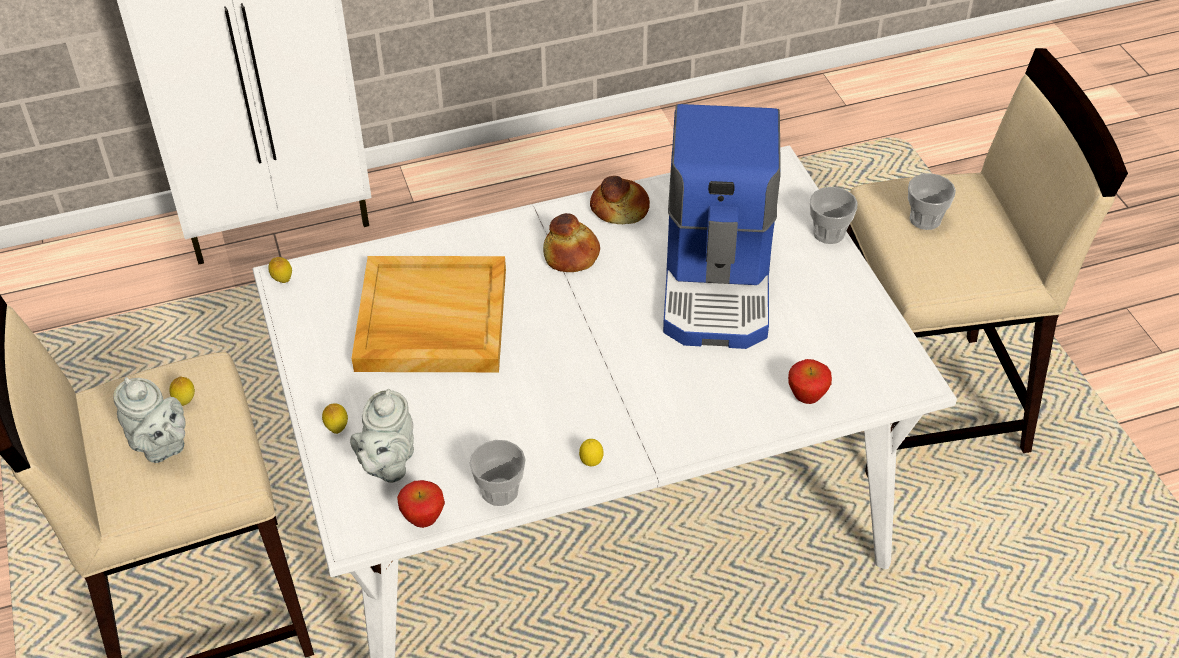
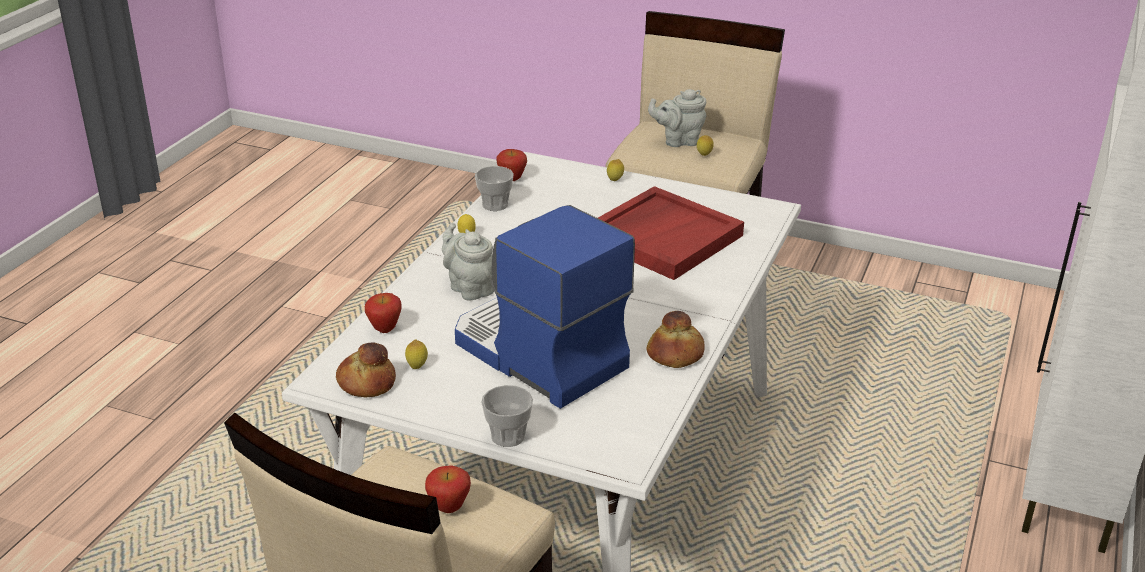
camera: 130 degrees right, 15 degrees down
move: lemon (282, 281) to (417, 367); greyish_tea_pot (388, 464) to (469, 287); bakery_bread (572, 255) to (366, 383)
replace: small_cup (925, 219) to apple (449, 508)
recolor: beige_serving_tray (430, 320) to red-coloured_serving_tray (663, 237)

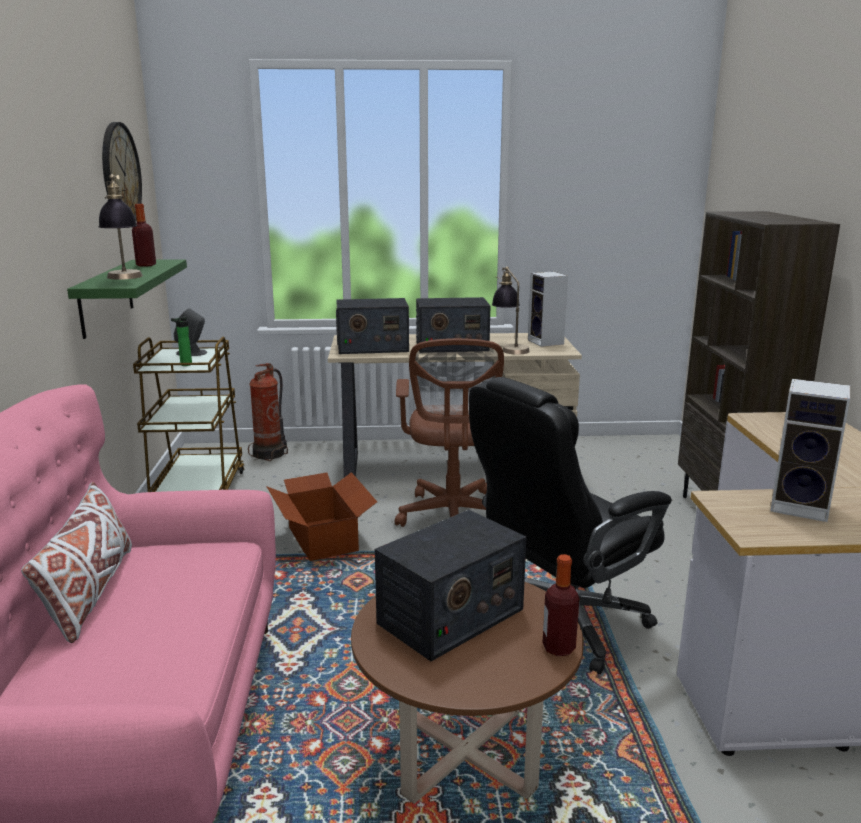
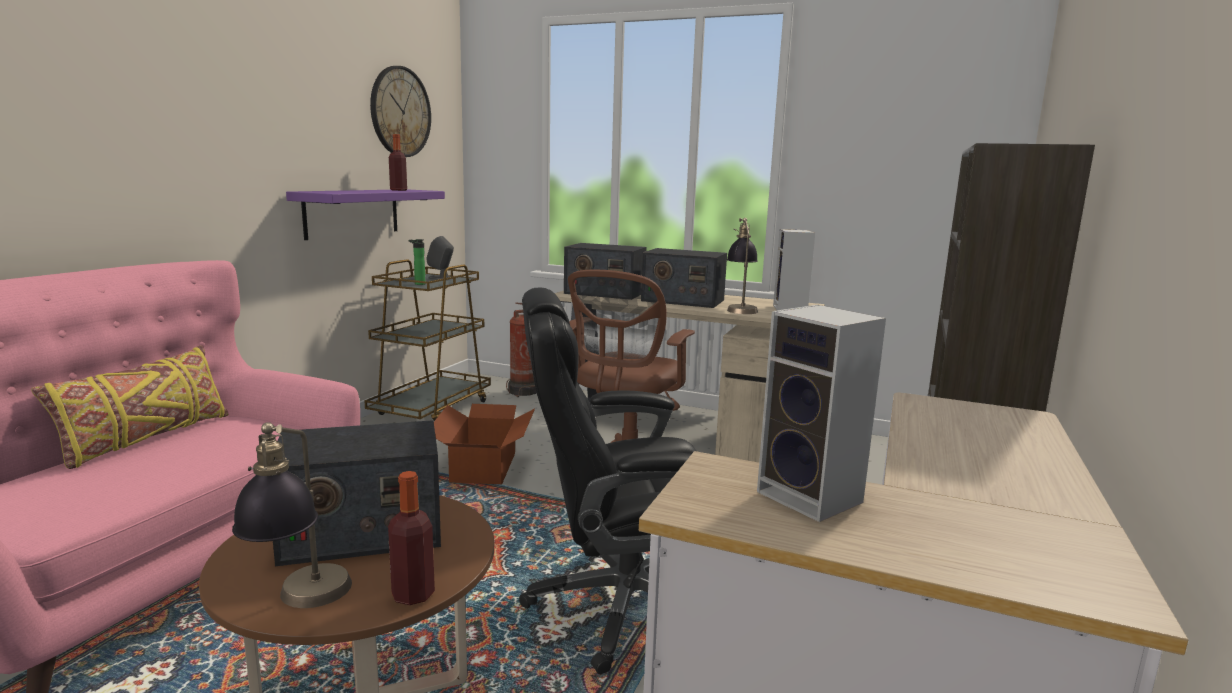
camera: 25 degrees right, 5 degrees down
move: lamp_for_a_table (125, 279) to (301, 605)
recolor: white_cushion (90, 593) to yellow-coloured_cushion (146, 439); green-coloured_shelf (106, 297) to purple-coloured_shelf (352, 213)

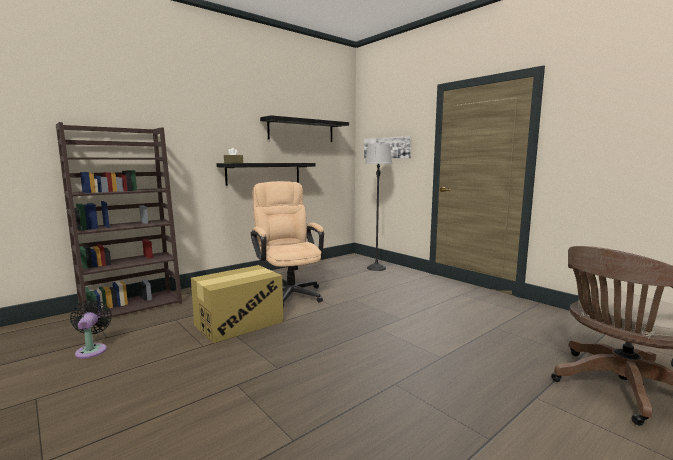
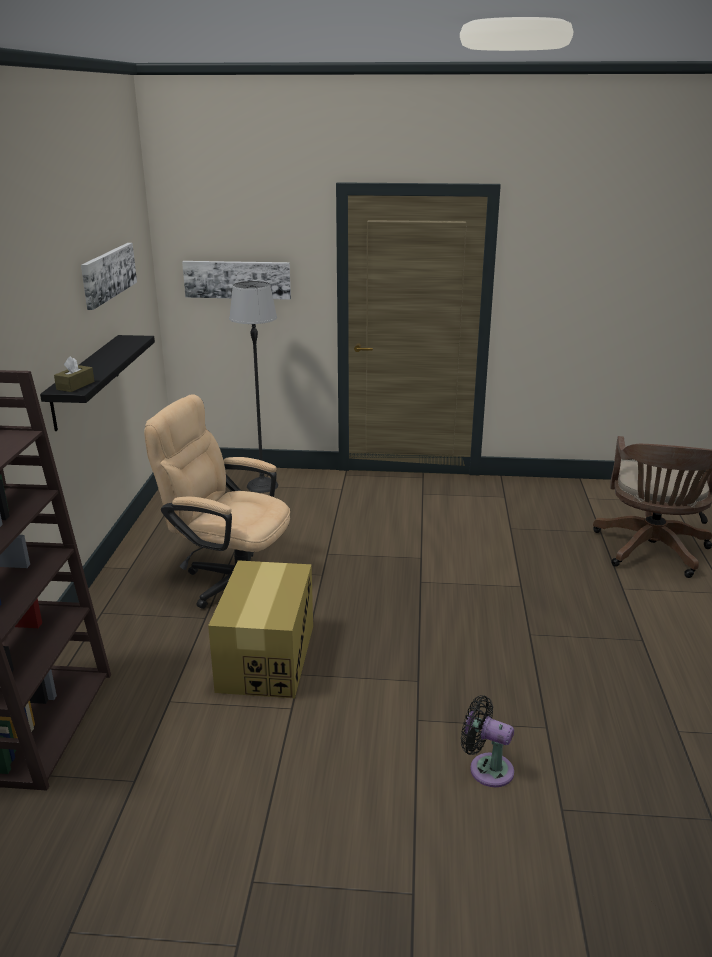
camera: 45 degrees left, 15 degrees up
move: black_fan (92, 350) to (486, 768)
replace: black_shelf (301, 130) to wall_picture (108, 274)

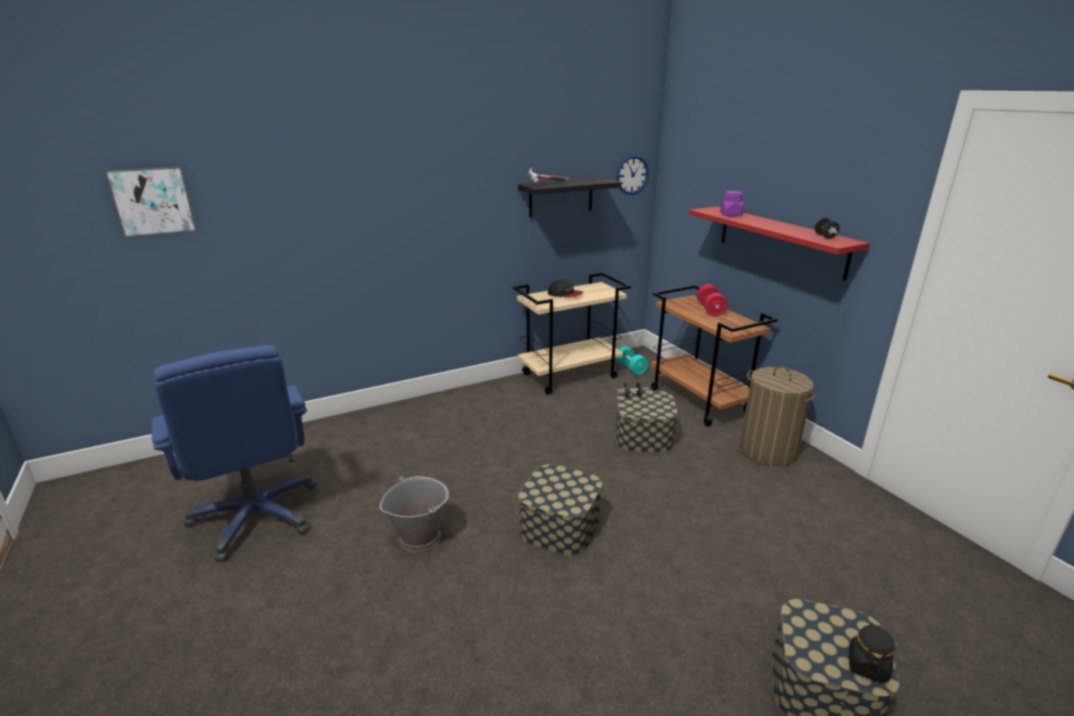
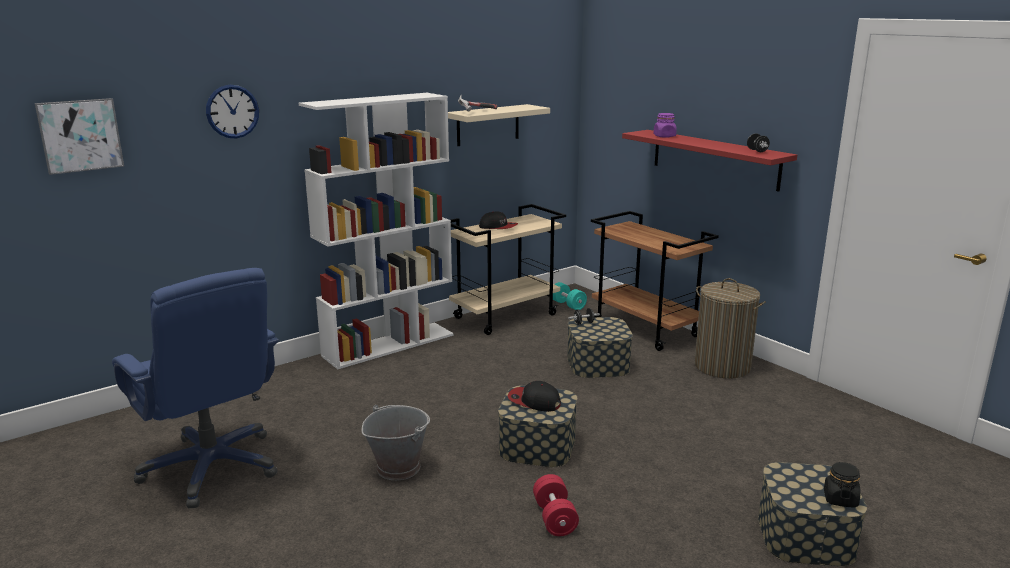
camera: 10 degrees left, 5 degrees down
insert: white_bookcase (389, 345); baseball_cap (534, 401)
move: clock_on_the_wall (632, 175) to (232, 111); red-coloured_dumbbell (710, 309) to (554, 518)
recolor: black_shelf (561, 197) to beige_shelf (488, 125)

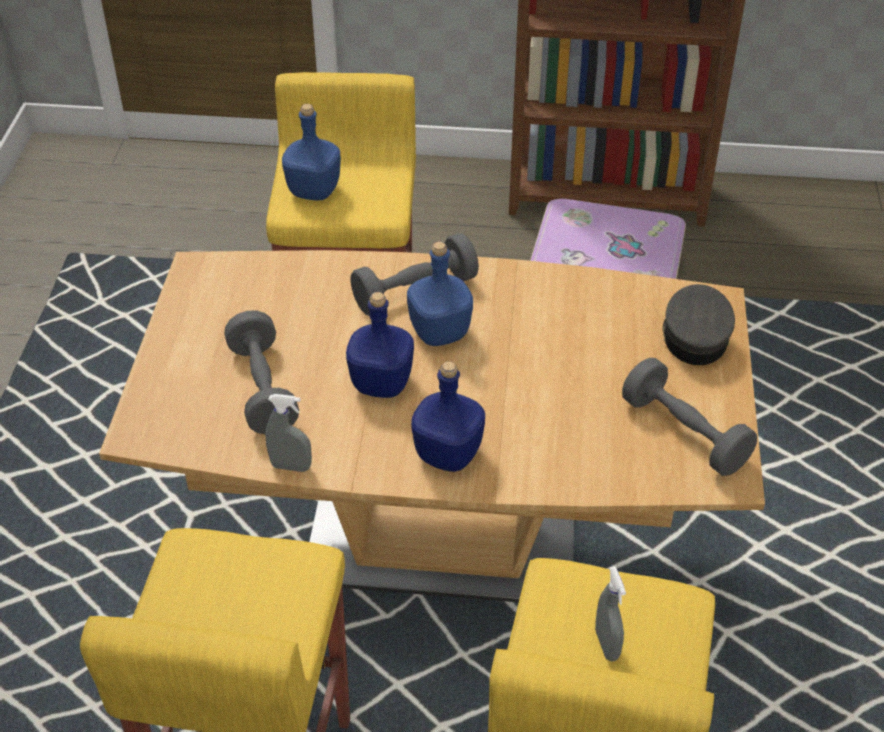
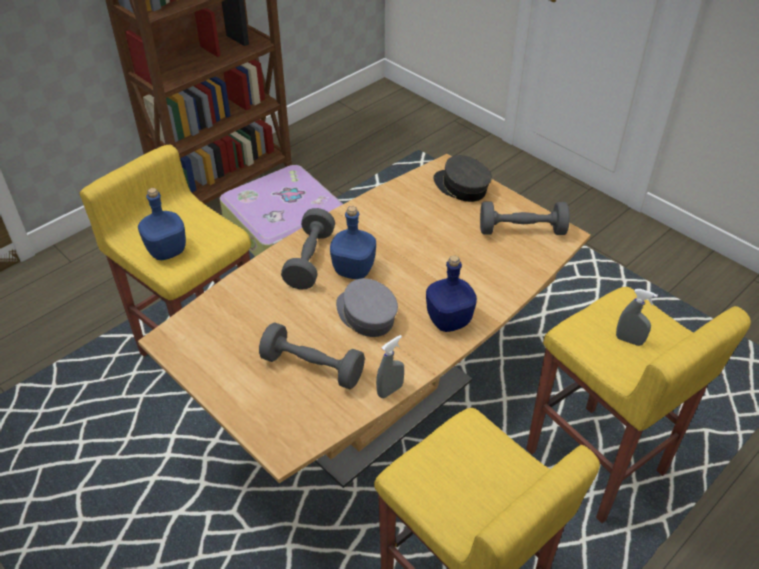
camera: 50 degrees left, 0 degrees up
replace: blue-coloured_drink_bottle (380, 383) to greyish_baseball_cap (365, 315)

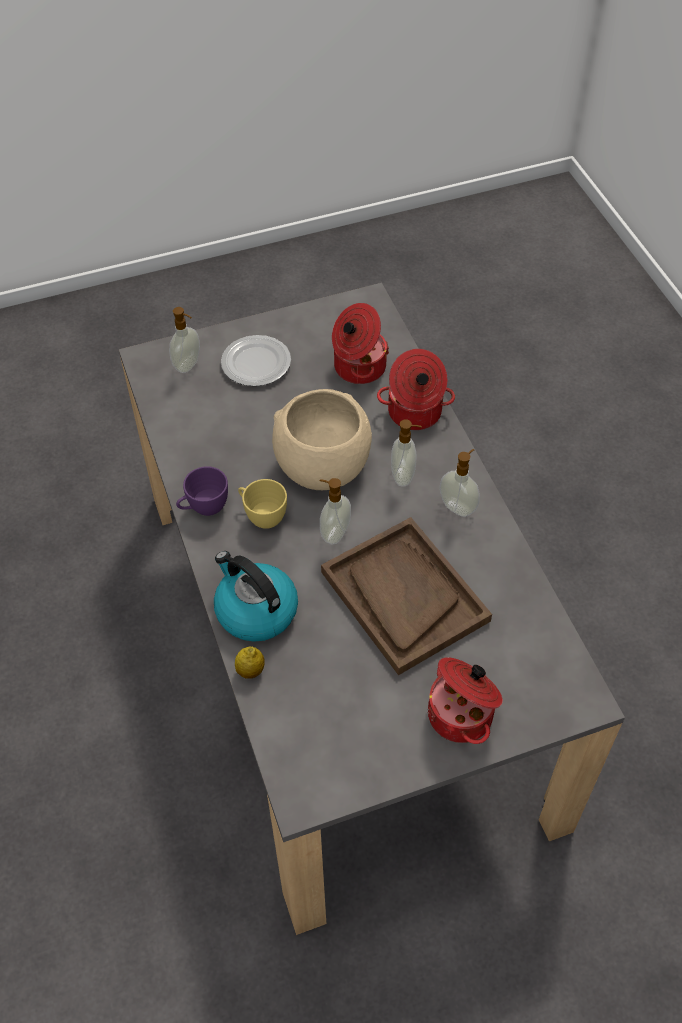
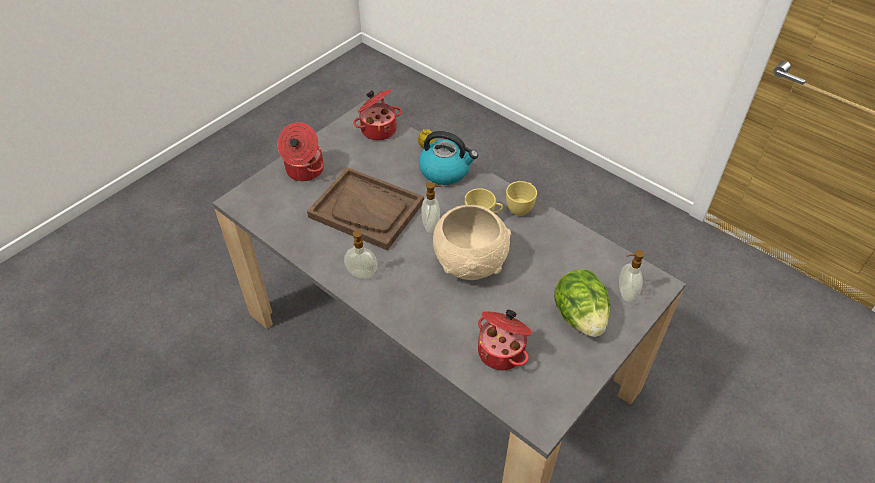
camera: 150 degrees right, 5 degrees down
delete: soap_bottle (404, 476)
move: saucepot (414, 413) to (378, 129)
replace: dinner_plate (255, 364) to lettuce (580, 317)
recolor: purple-coloured_small_cup (204, 508) to yellow-coloured_small_cup (521, 207)

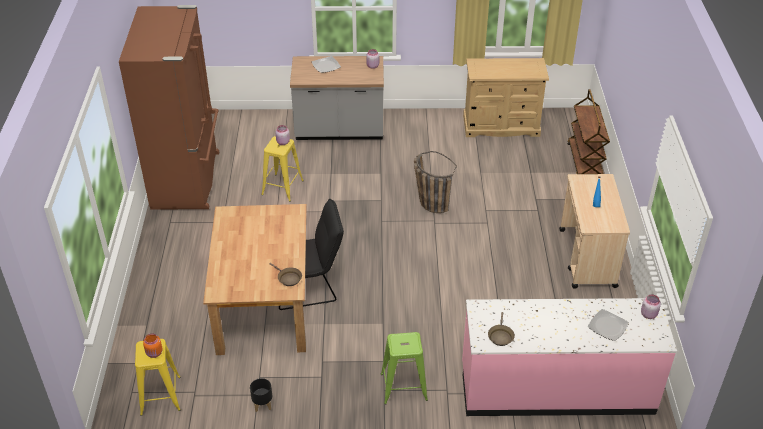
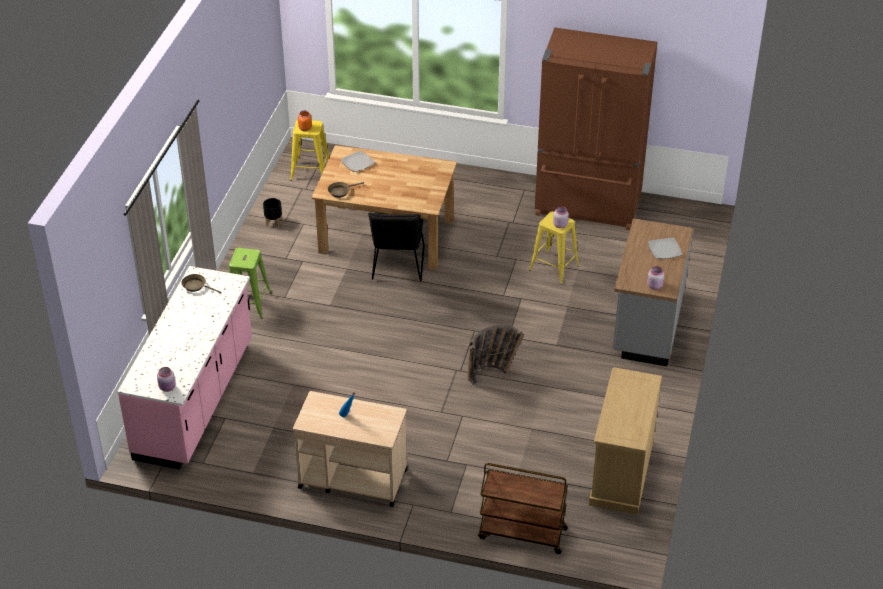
camera: 105 degrees right, 0 degrees up
move: dinner_plate (607, 326) to (358, 163)

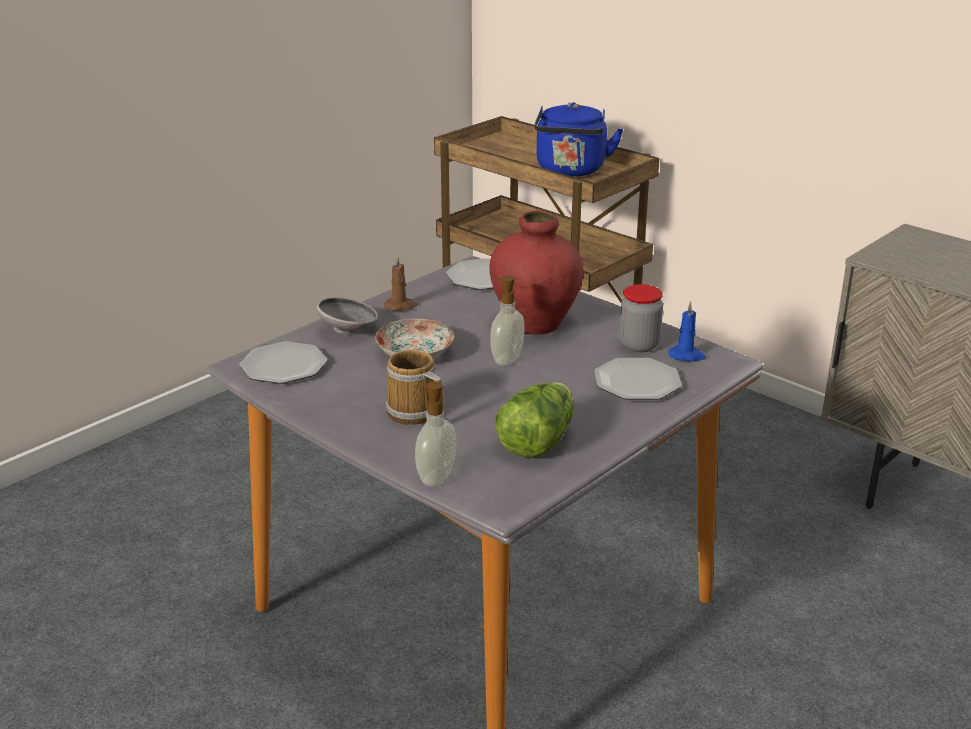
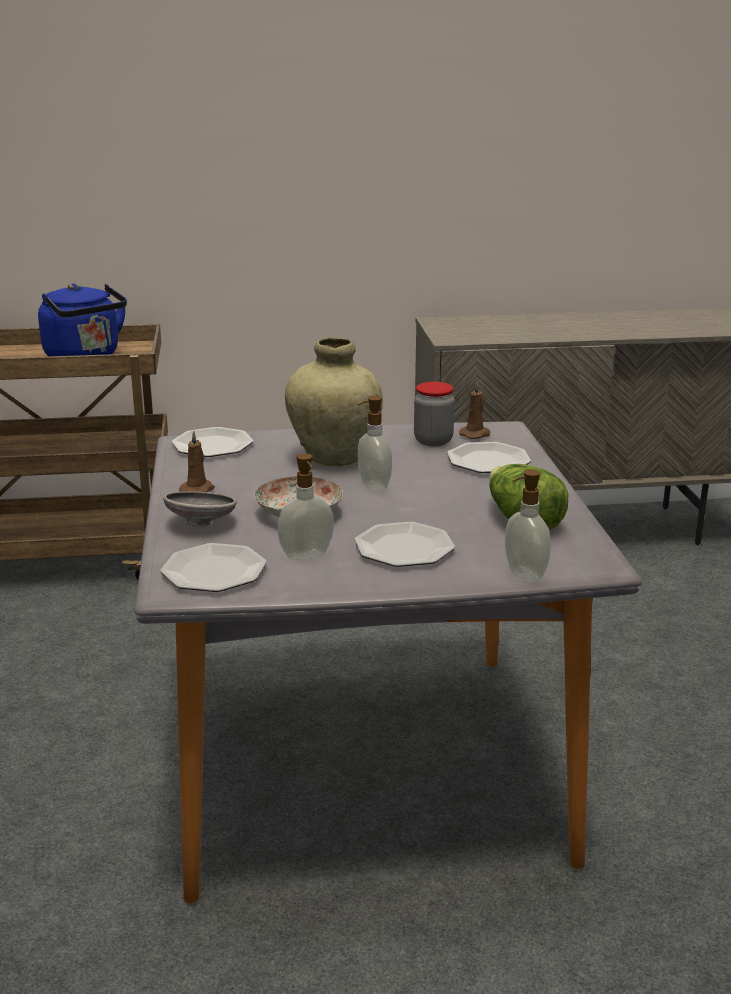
camera: 50 degrees left, 5 degrees down
insert: soap_bottle (307, 556)
replace: tea_mug (414, 414) to dinner_plate (405, 548)
recolor: red-coloured_flower_vase (535, 324) to beige_flower_vase (334, 458); blue-coloured_wax_candle (687, 356) to brown_wax_candle (476, 434)

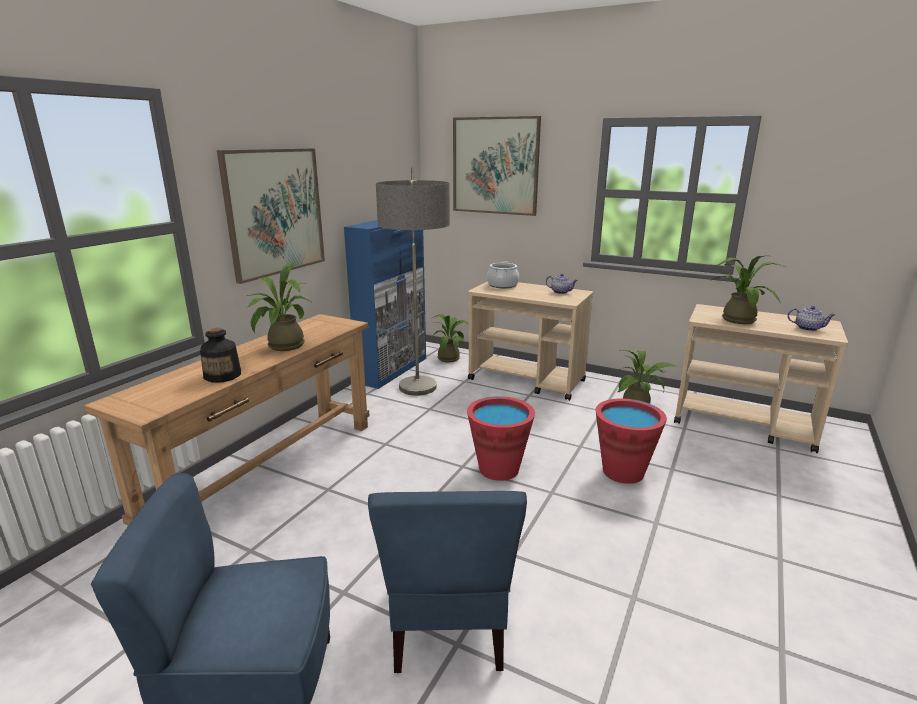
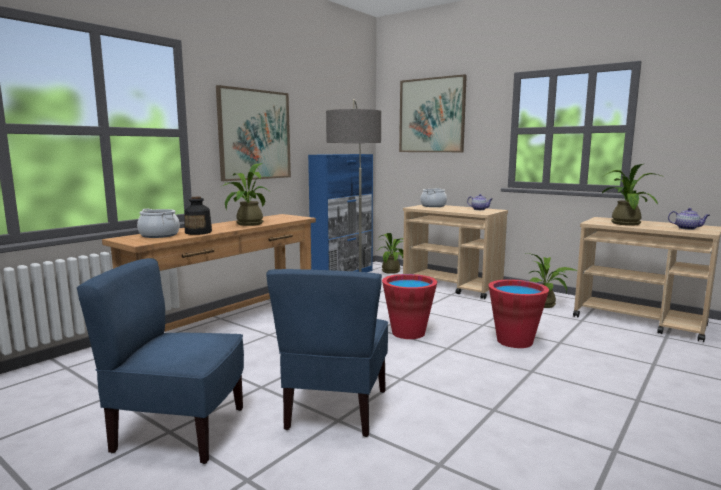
camera: 10 degrees right, 10 degrees down
insert: saucepot (159, 235)

